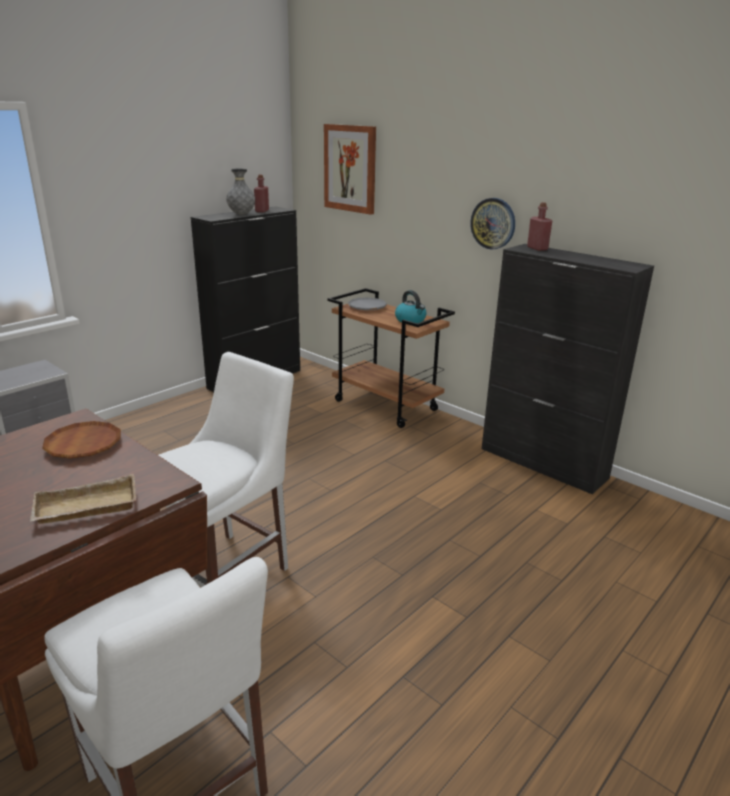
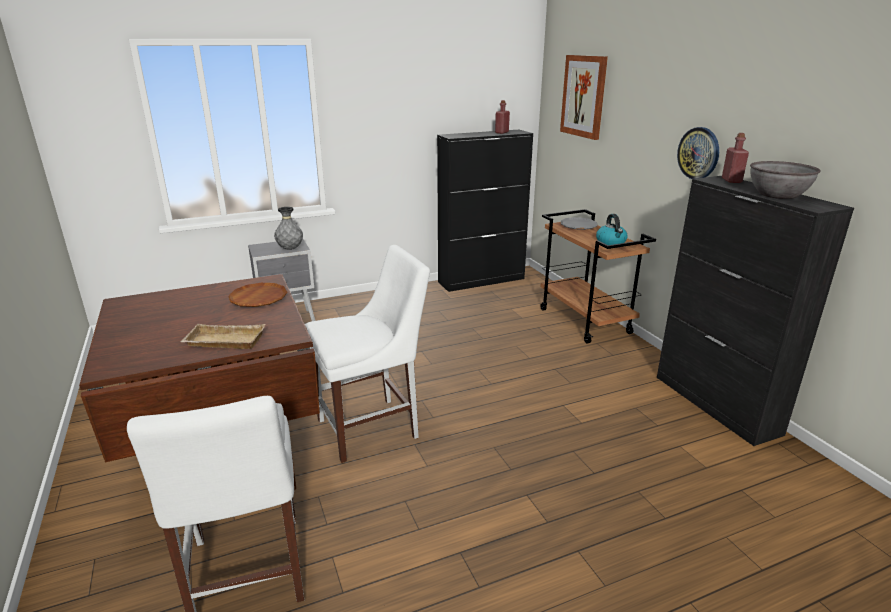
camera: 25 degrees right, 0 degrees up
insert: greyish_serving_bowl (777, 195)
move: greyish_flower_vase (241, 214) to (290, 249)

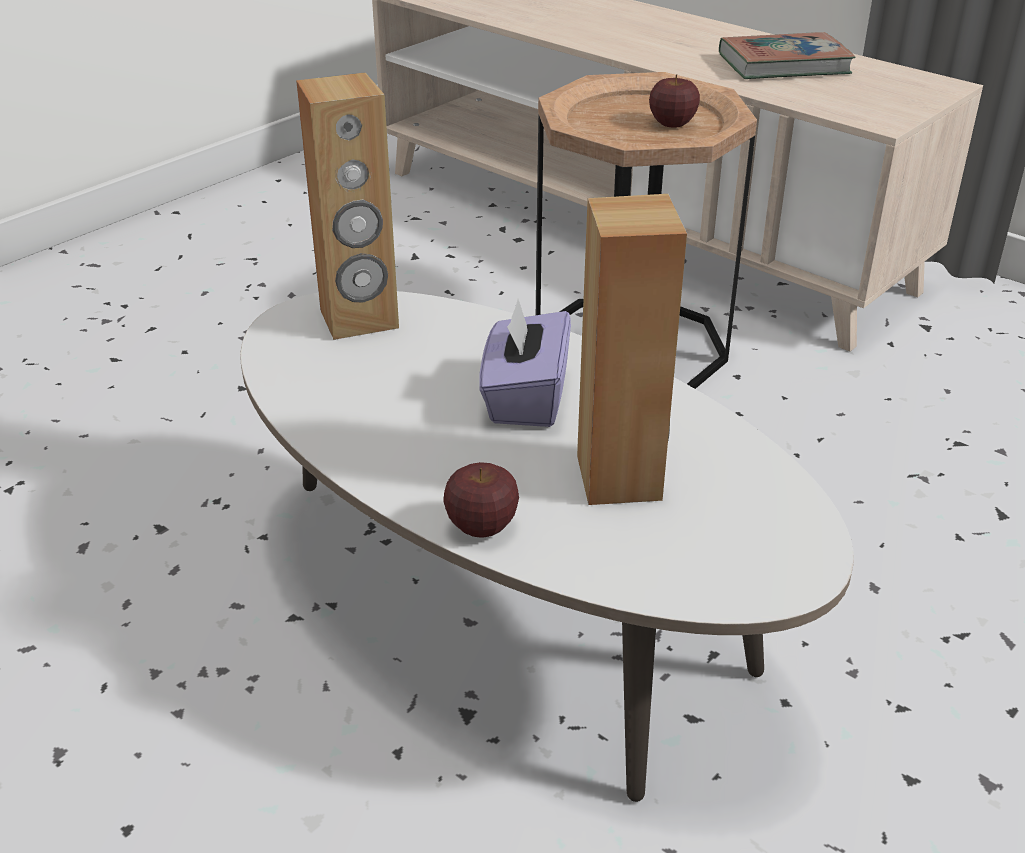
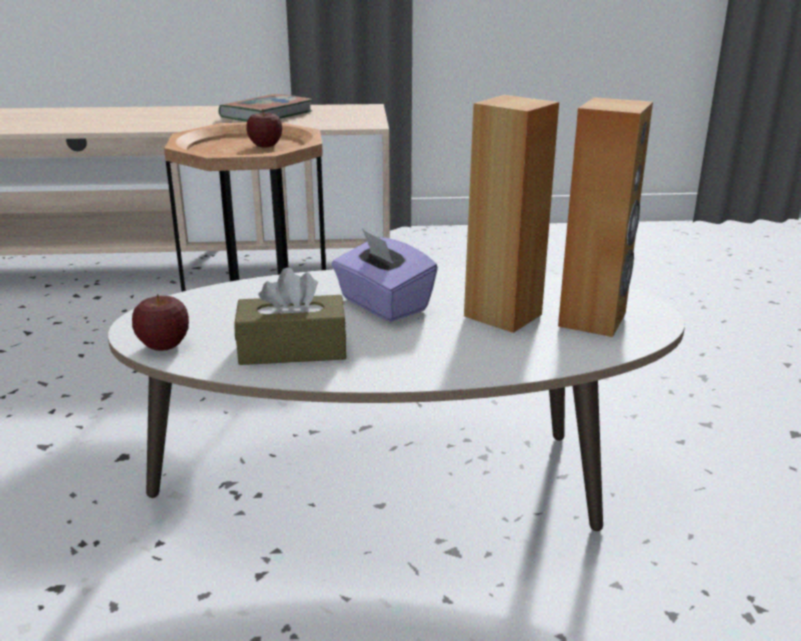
camera: 45 degrees left, 10 degrees down
insert: brown_tissue_box (292, 349)
move: brown_loudspeaker (359, 320) to (593, 320); apple (481, 526) to (163, 345)

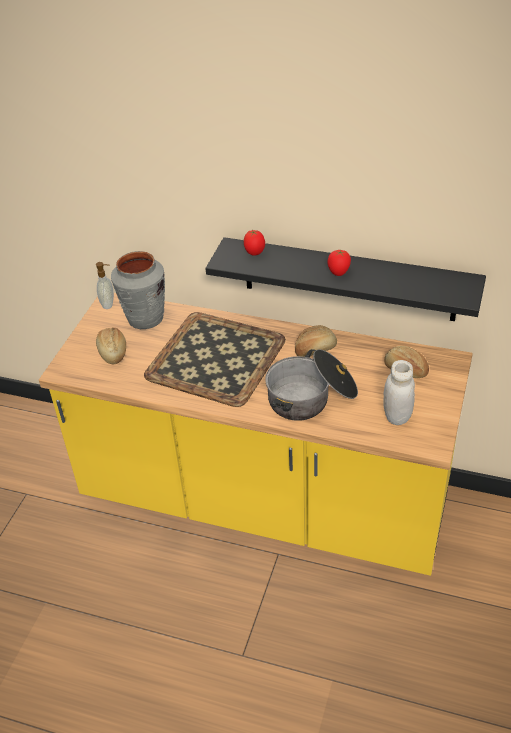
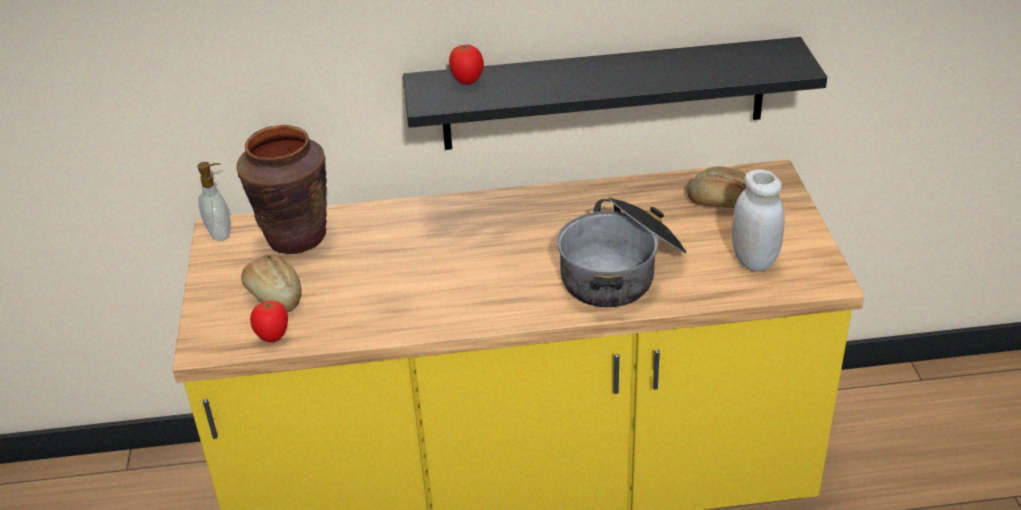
camera: 25 degrees left, 5 degrees down
delete: serving_tray (216, 359); bakery_bread (315, 349)
move: tomato (338, 273) to (273, 337)
recolor: greyish_flower_vase (145, 318) to brown_flower_vase (295, 237)

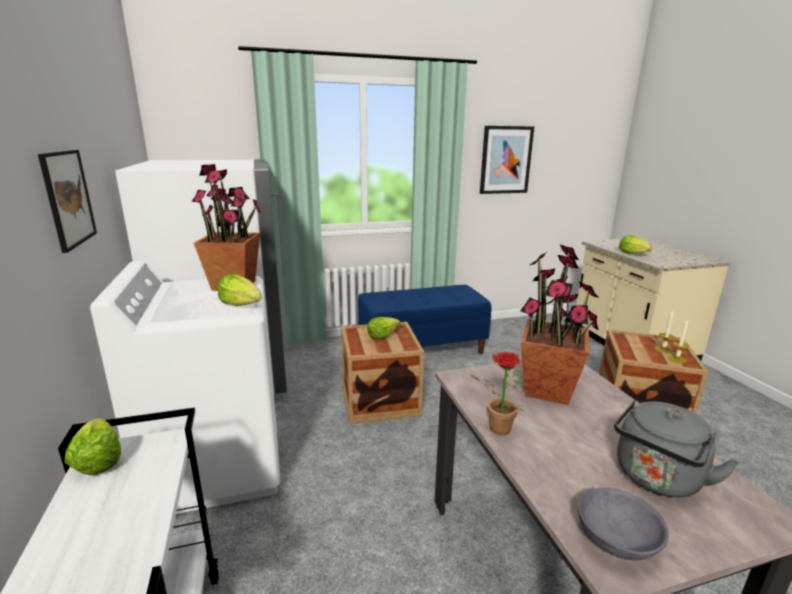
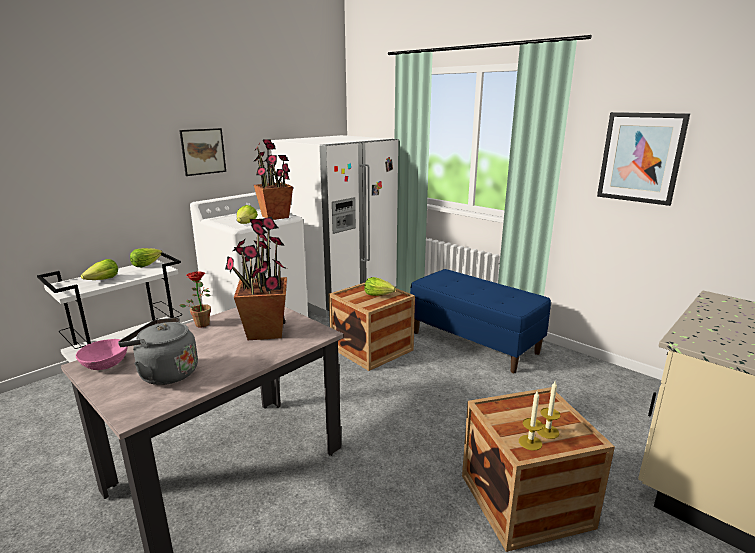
camera: 60 degrees right, 0 degrees up
move: lettuce (633, 253) to (103, 280)
recolor: greyish_serving_bowl (615, 538) to pinkish_serving_bowl (106, 364)

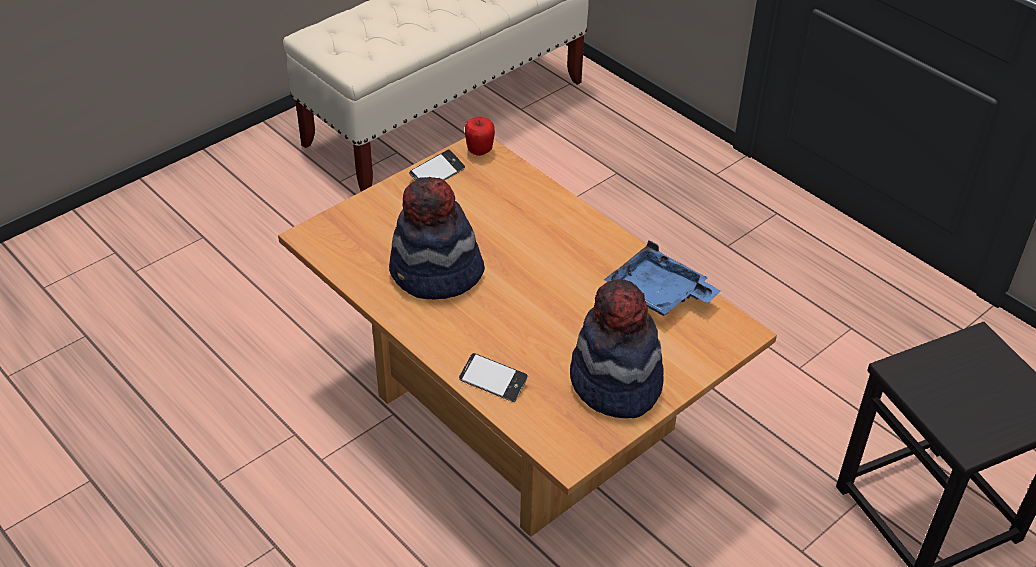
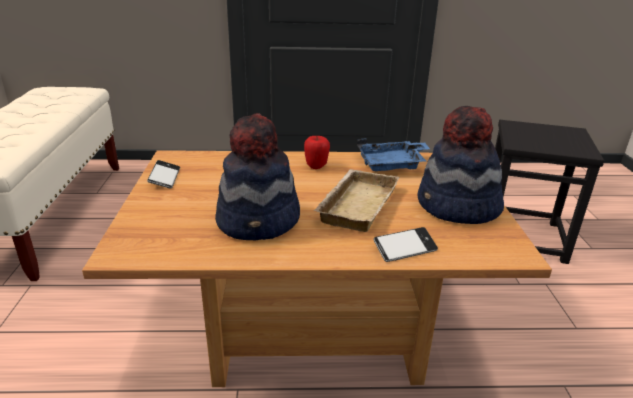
camera: 50 degrees left, 15 degrees down
insert: beige_serving_tray (356, 204)
move: apple (479, 151) to (316, 166)

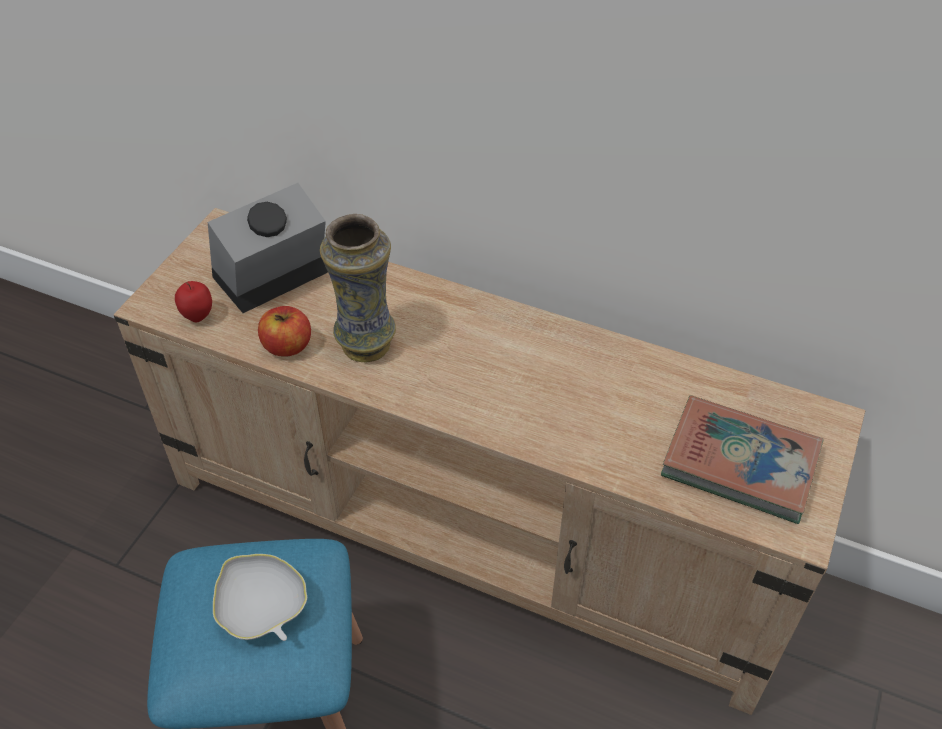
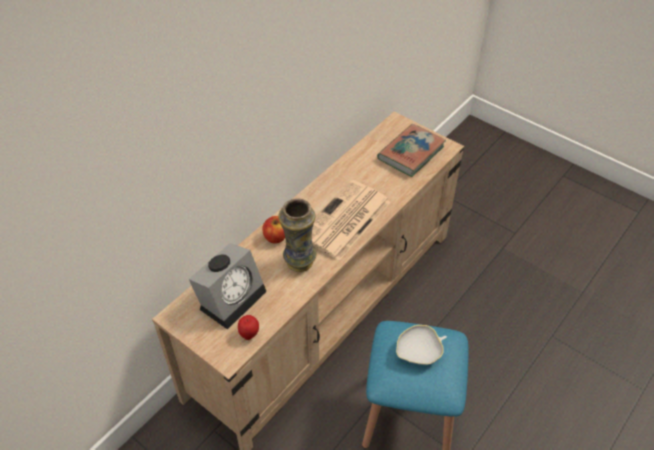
camera: 75 degrees left, 0 degrees up
insert: newspaper (345, 221)
move: apple (287, 346) to (275, 237)
rotate: bedside_clock (270, 279) = (232, 297) 120 degrees counterclockwise

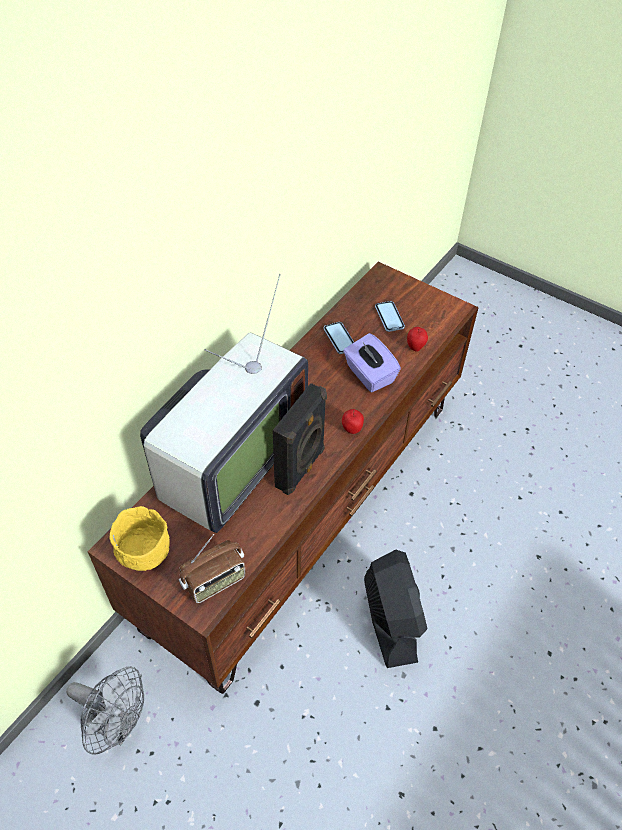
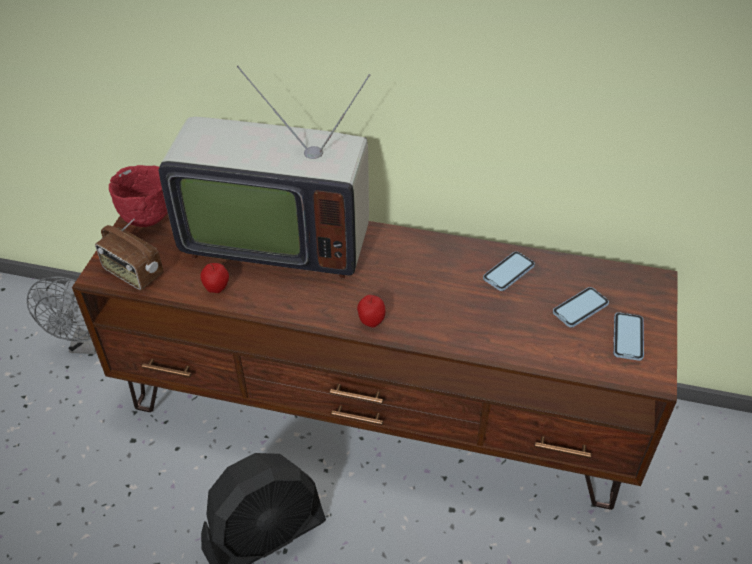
camera: 70 degrees right, 5 degrees down
delete: black_loudspeaker (301, 468); purple-coloured_tissue_box (369, 375)
insert: phone (628, 337)
move: apple (415, 347) to (217, 289)
recolor: yellow-coloured_serving_bowl (144, 556) to red-coloured_serving_bowl (146, 218)

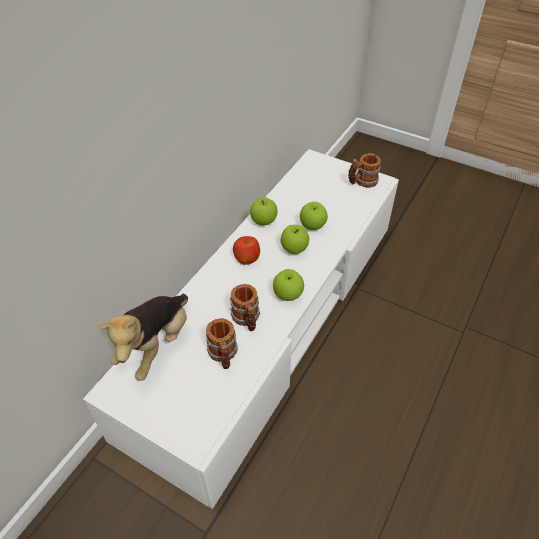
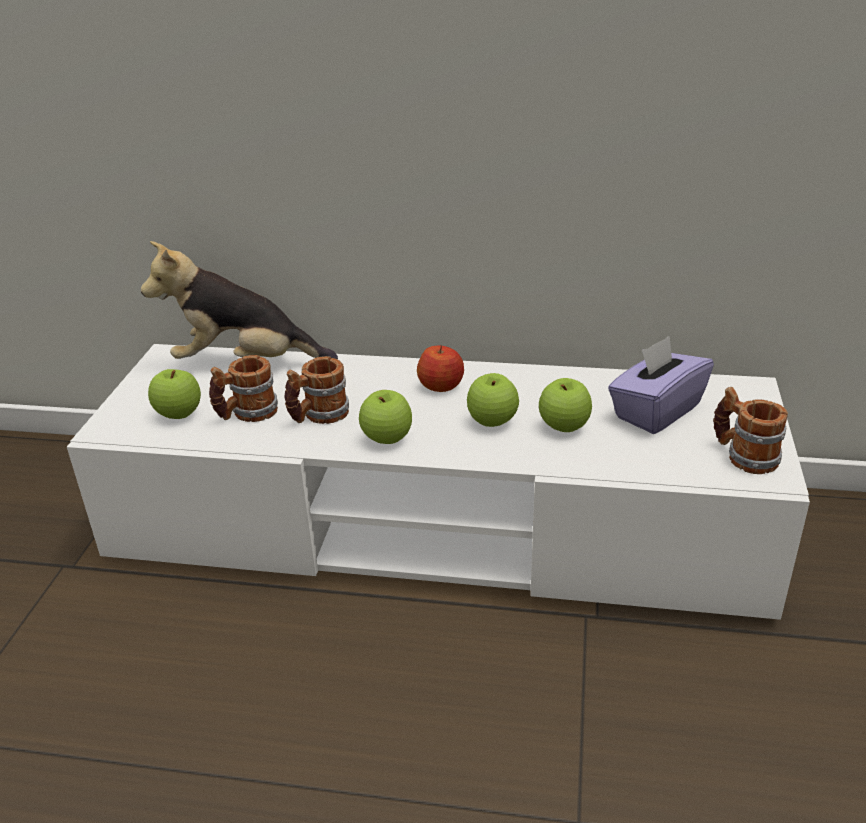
camera: 70 degrees right, 15 degrees down
insert: purple-coloured_tissue_box (656, 411)
move: apple (263, 221) to (179, 414)

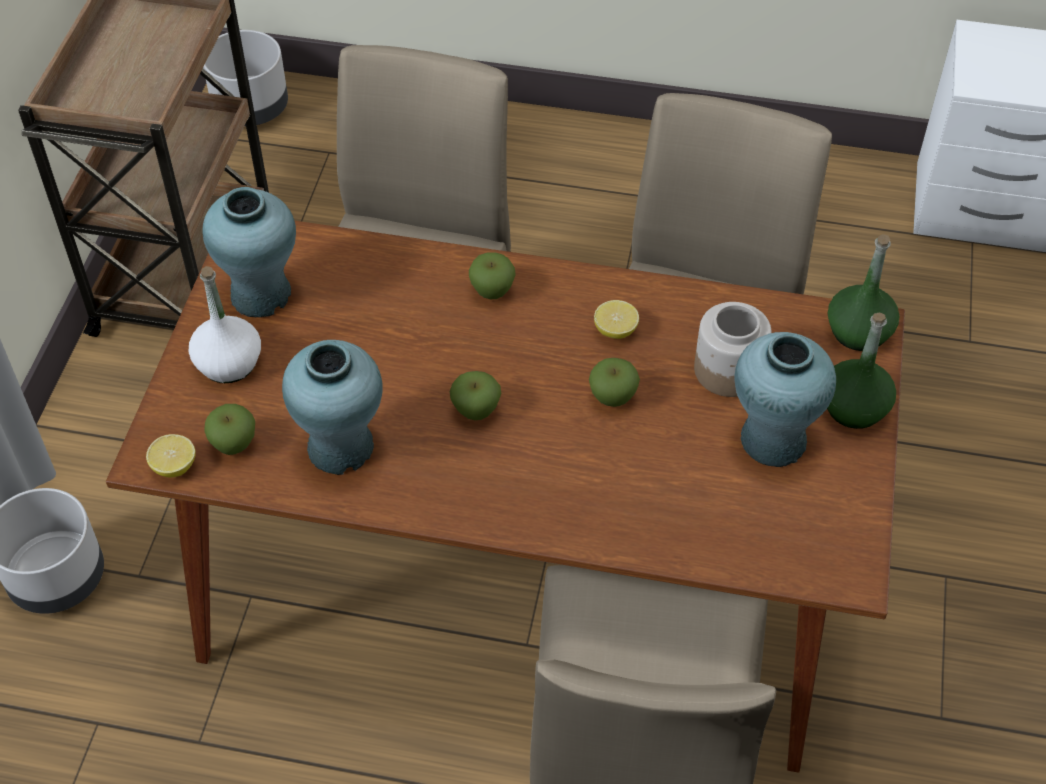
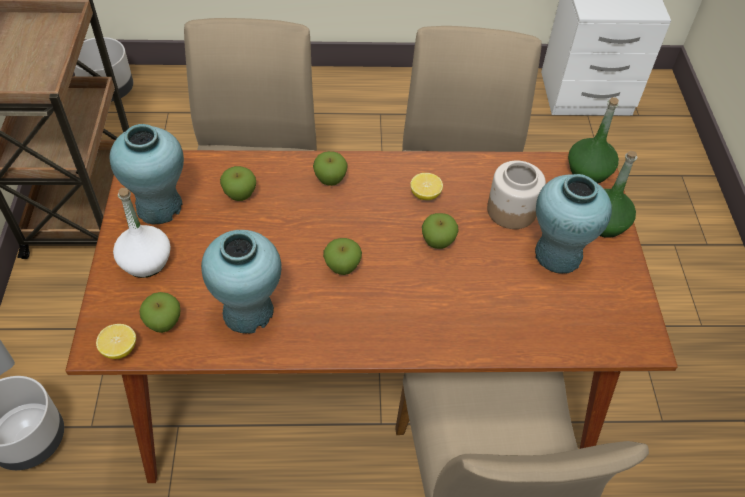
camera: 15 degrees left, 0 degrees up
insert: apple (240, 195)

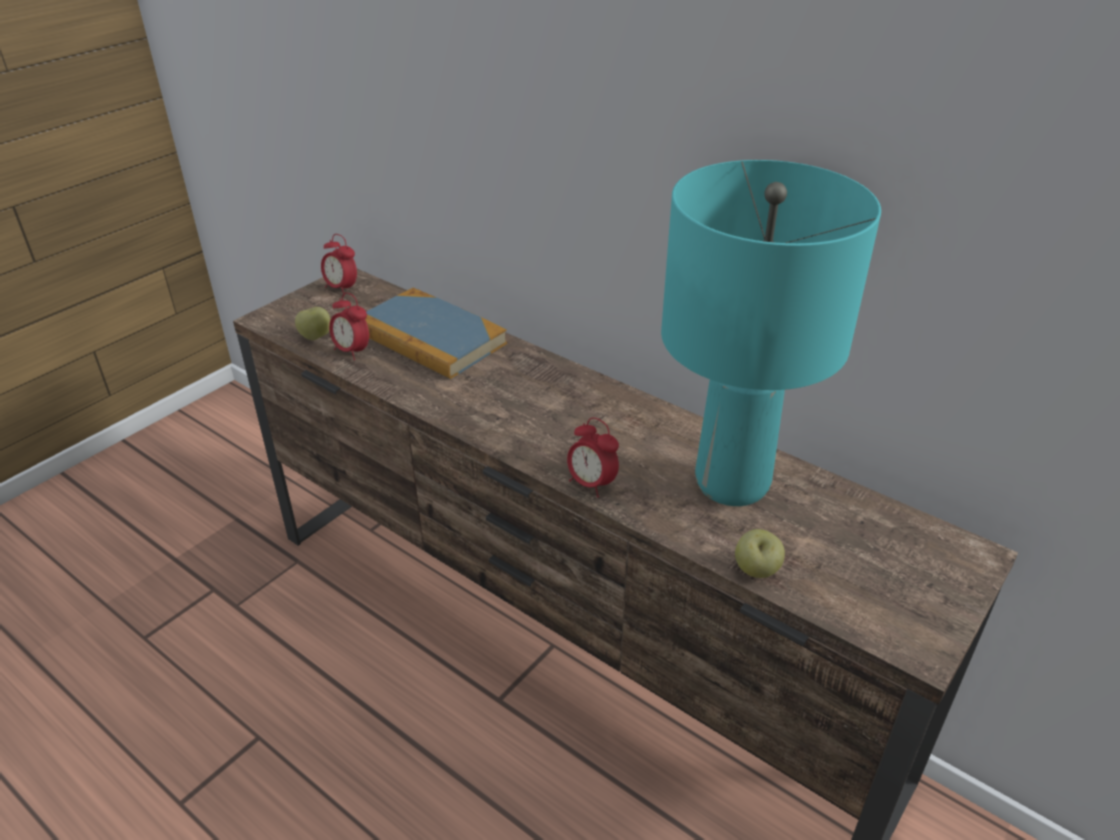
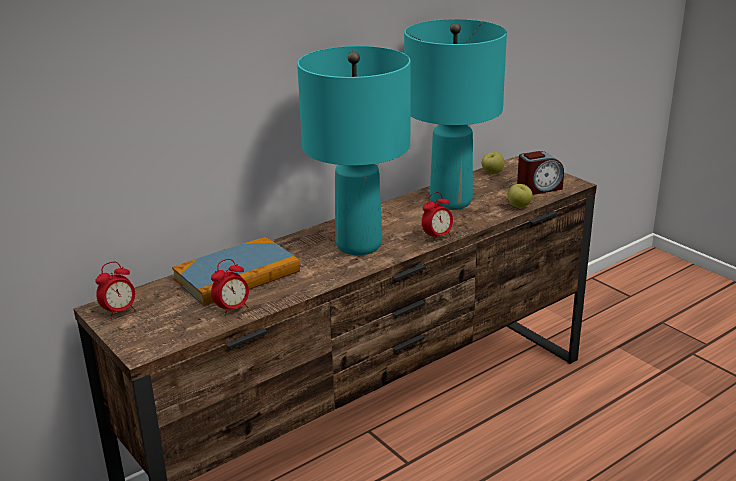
camera: 75 degrees left, 10 degrees down
insert: blue-green_lamp_for_a_table (359, 245); bedside_clock (538, 188)
move: apple (316, 337) to (492, 173)

